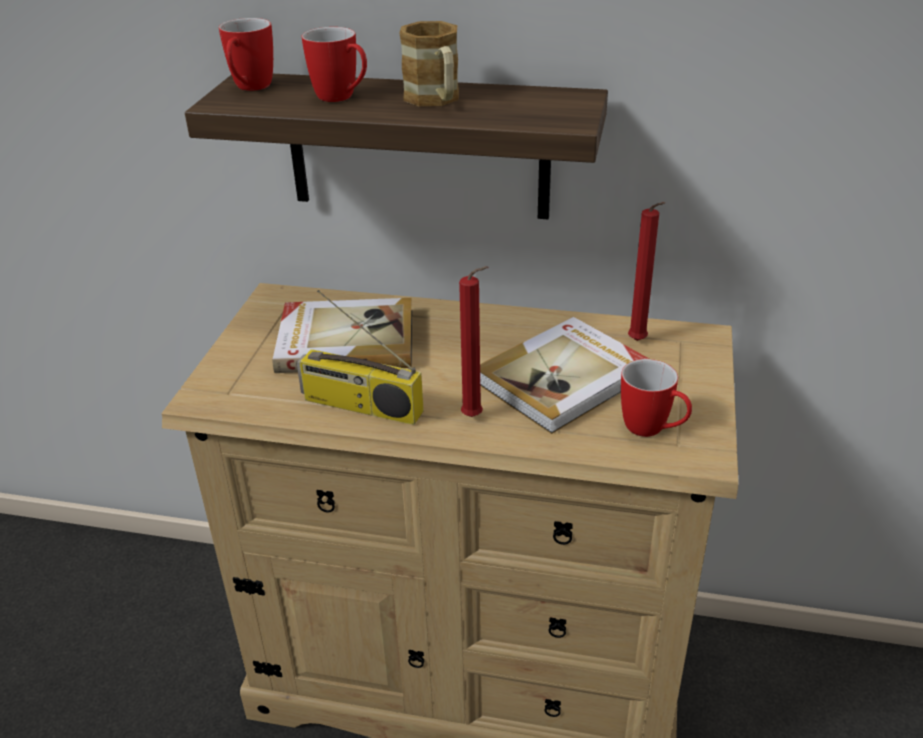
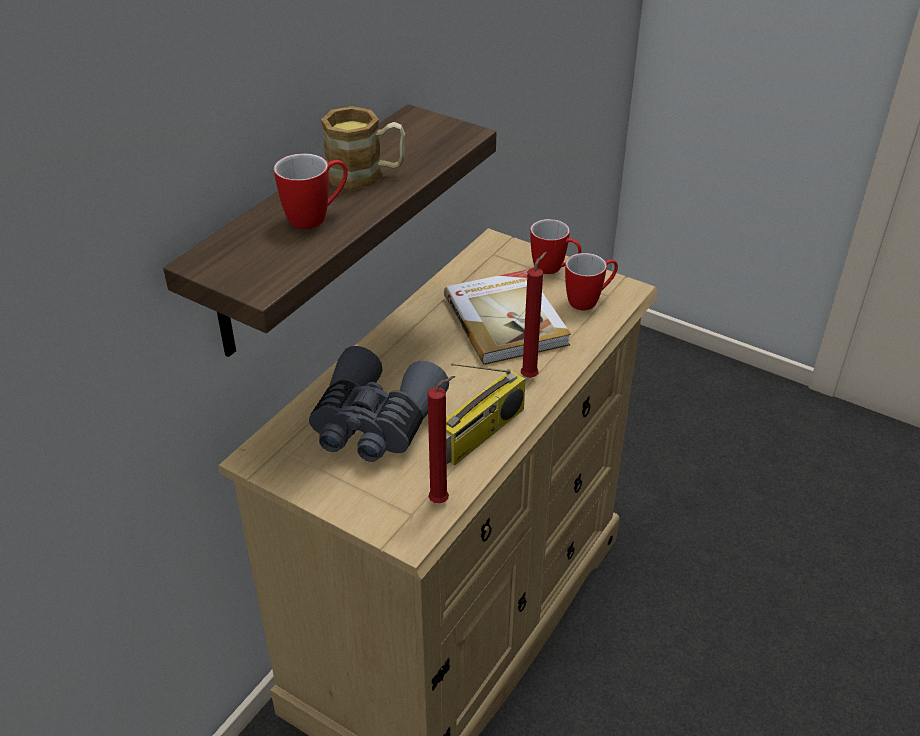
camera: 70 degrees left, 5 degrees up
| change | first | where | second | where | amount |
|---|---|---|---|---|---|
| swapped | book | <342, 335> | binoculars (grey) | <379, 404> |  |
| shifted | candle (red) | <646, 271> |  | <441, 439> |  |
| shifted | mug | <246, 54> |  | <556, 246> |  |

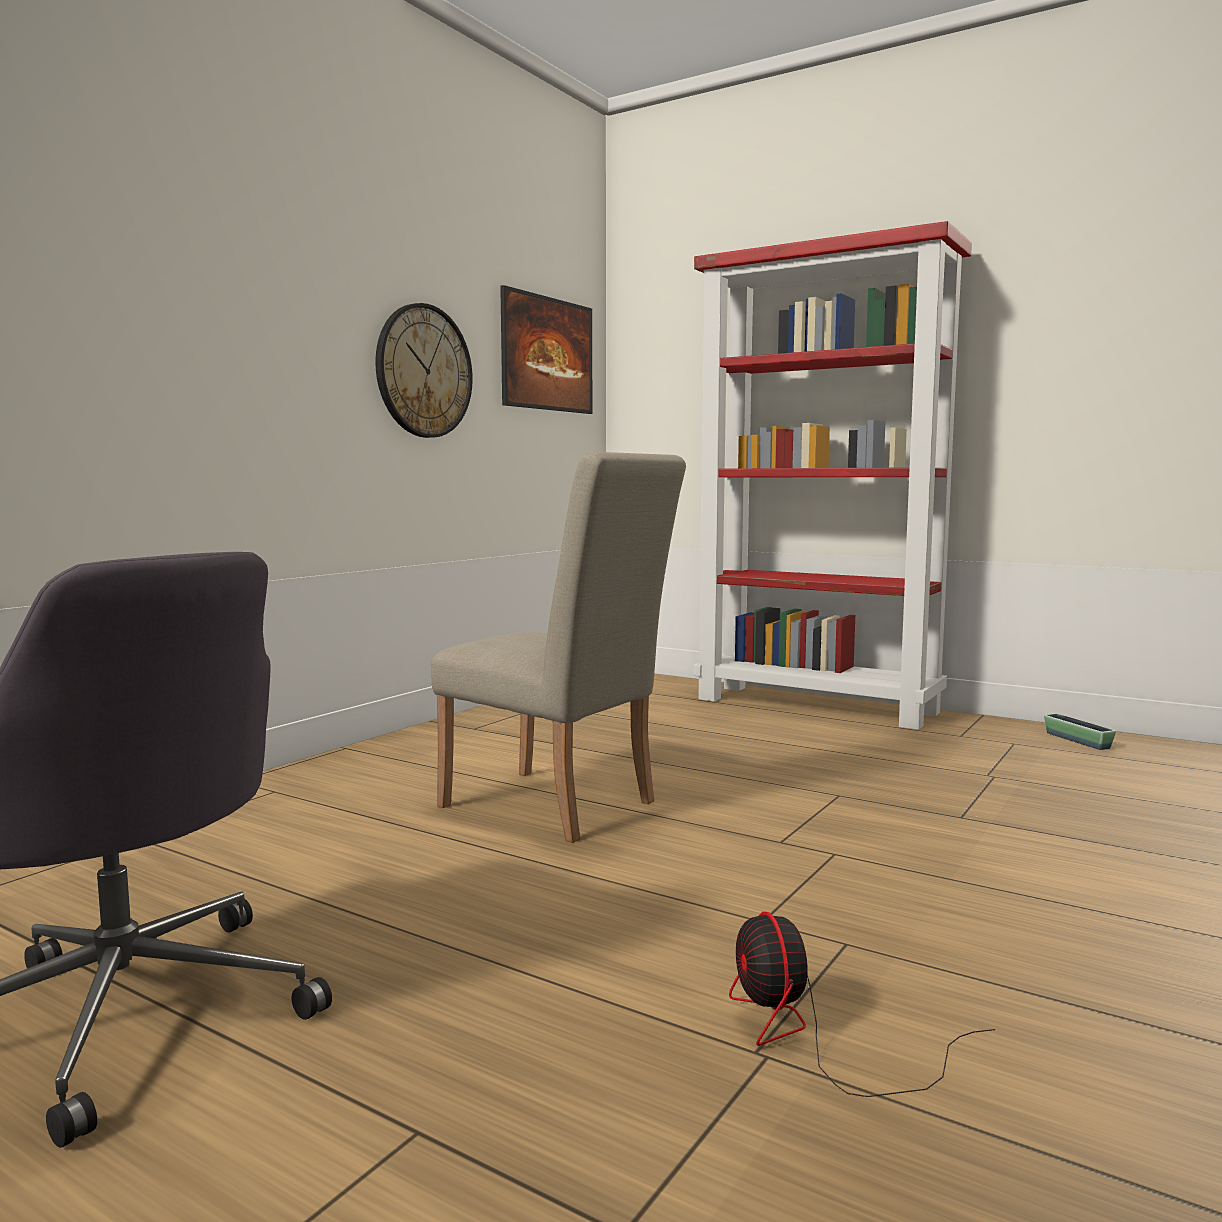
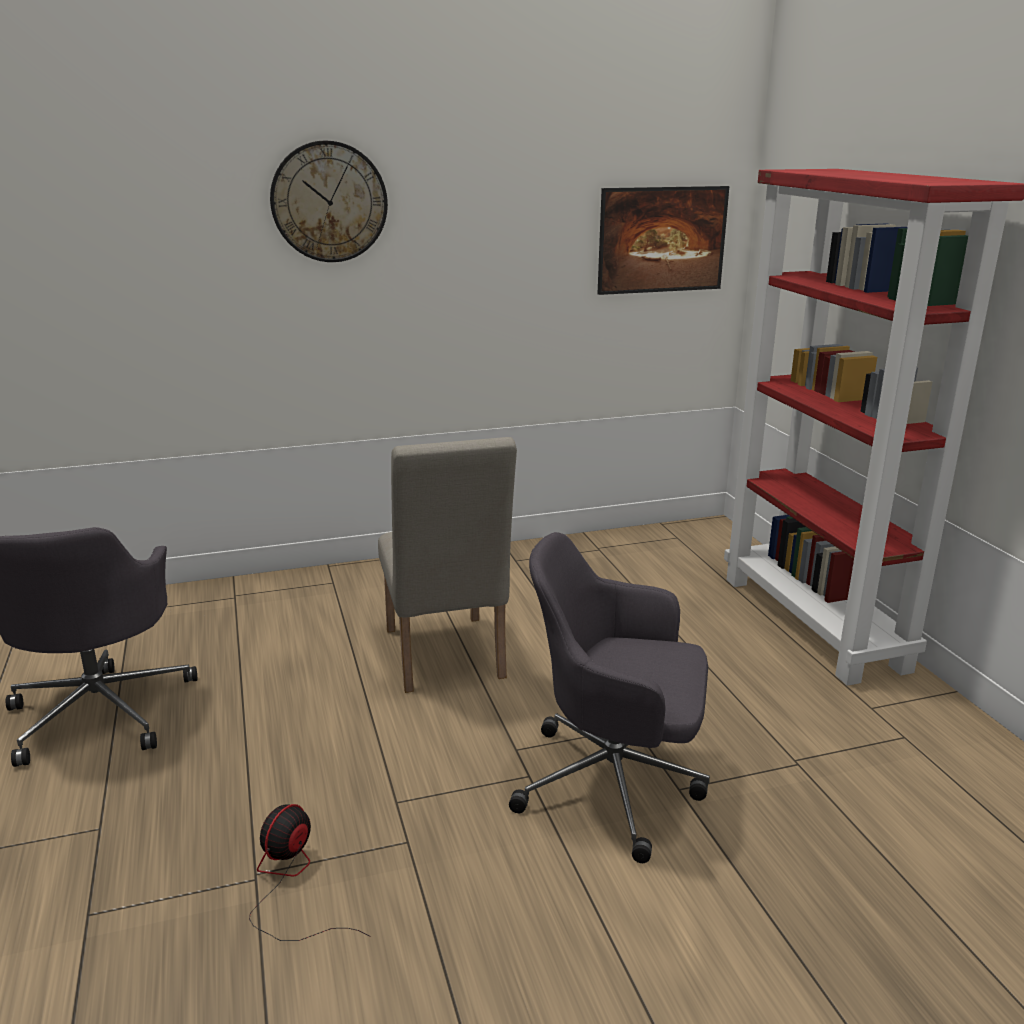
camera: 40 degrees right, 15 degrees up
| change | first | where | second | where | amount |
|---|---|---|---|---|---|
| shifted | wall clock | <424, 370> |  | <329, 201> |  |
| new |  |  | office chair (grey) | <609, 697> |  |
| gone | planter | <1080, 731> |  |  |  |

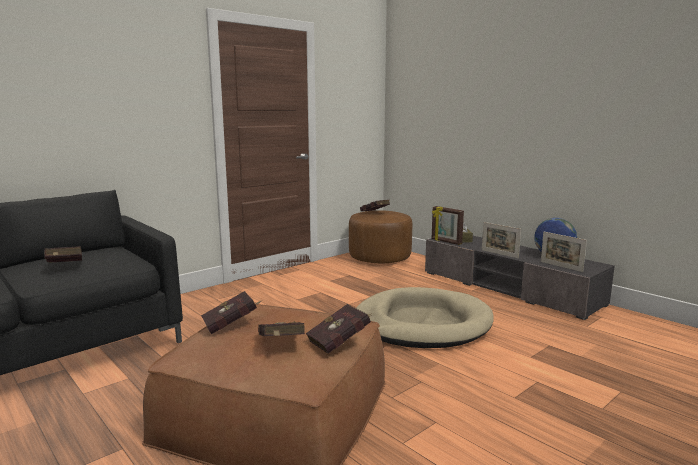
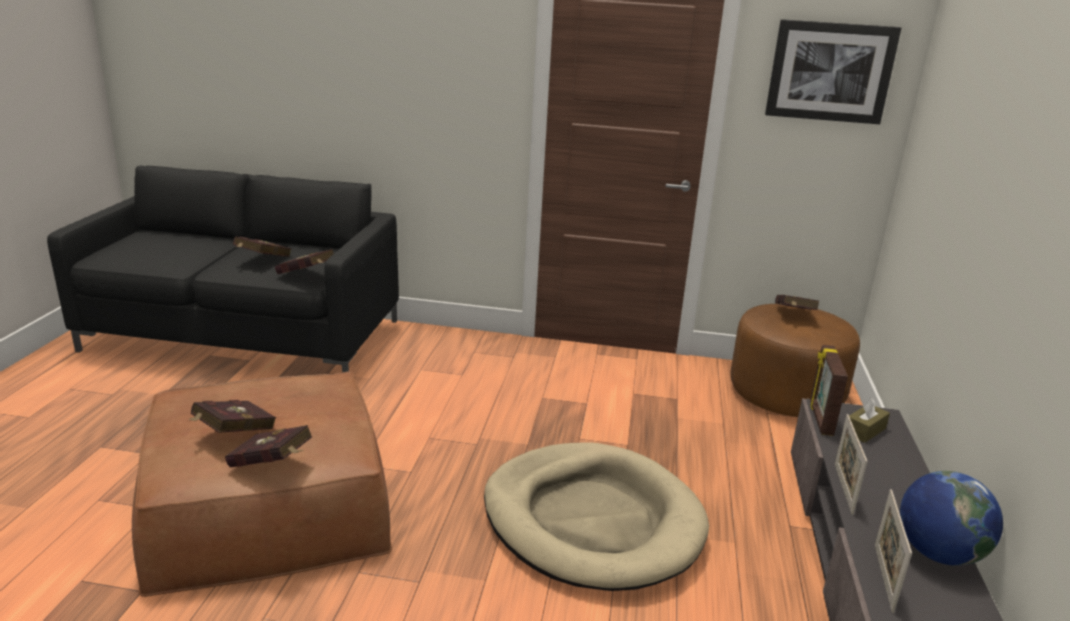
camera: 50 degrees right, 10 degrees up
| change | first | where | second | where | amount |
|---|---|---|---|---|---|
| shifted | book (red) | <231, 312> |  | <304, 261> |  |
| new |  |  | picture | <833, 71> |  |

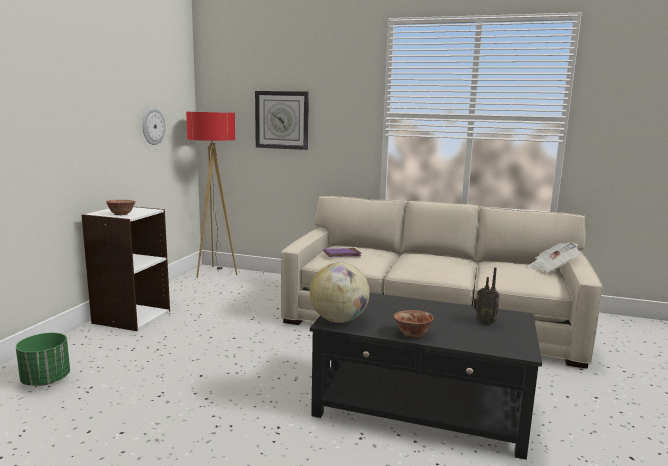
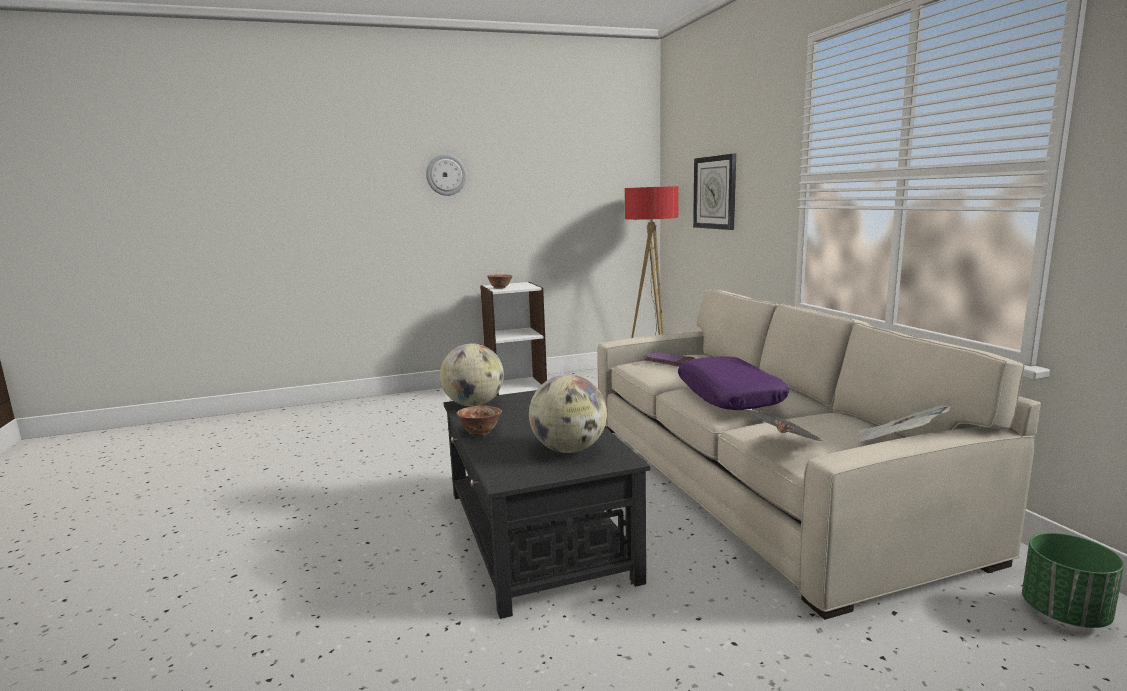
camera: 55 degrees right, 0 degrees up
| change | first | where | second | where | amount |
|---|---|---|---|---|---|
| shifted | wall clock | <154, 126> |  | <446, 175> |  |
| swapped | radio | <486, 295> | globe | <568, 414> |  |
| new |  |  | pillow (purple) | <733, 383> |  |
| new |  |  | newspaper | <783, 425> |  |
| shifted | planter (green) | <43, 359> |  | <1073, 580> |  |

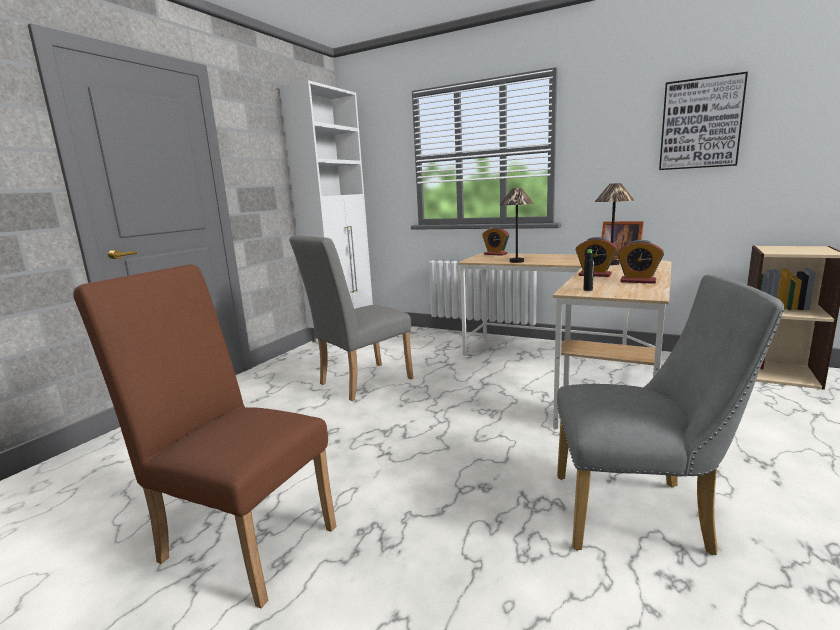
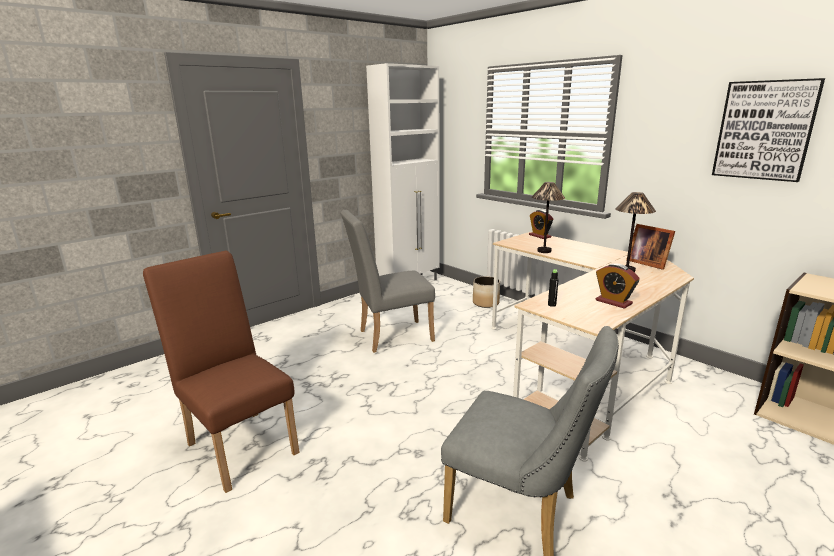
camera: 20 degrees right, 5 degrees up
| change | first | where | second | where | amount |
|---|---|---|---|---|---|
| new |  |  | planter | <486, 292> |  |
| gone | alarm clock | <596, 257> |  |  |  |

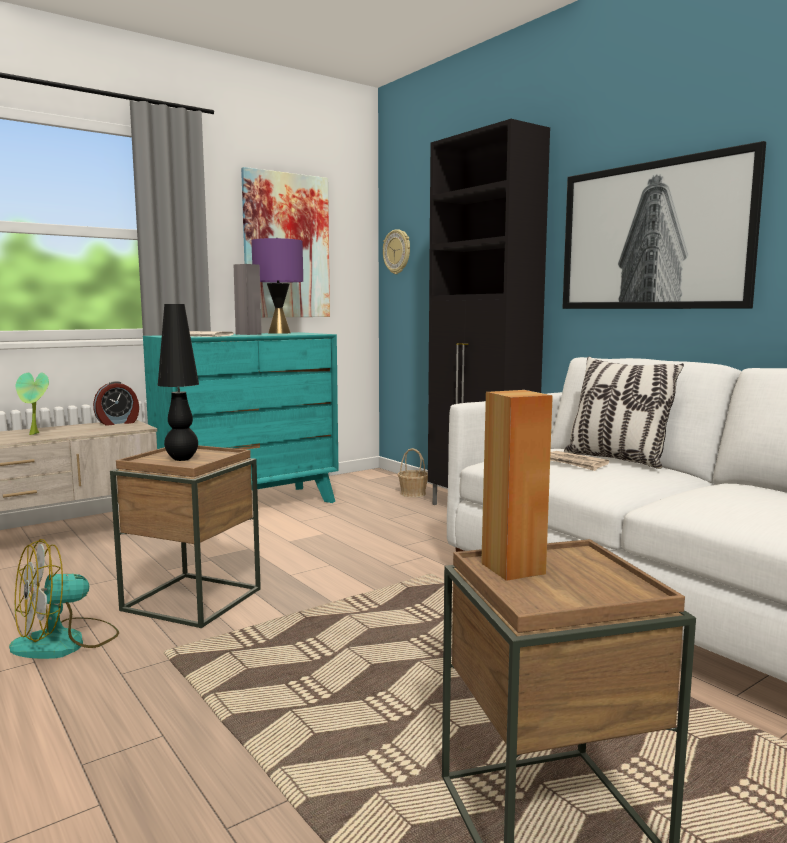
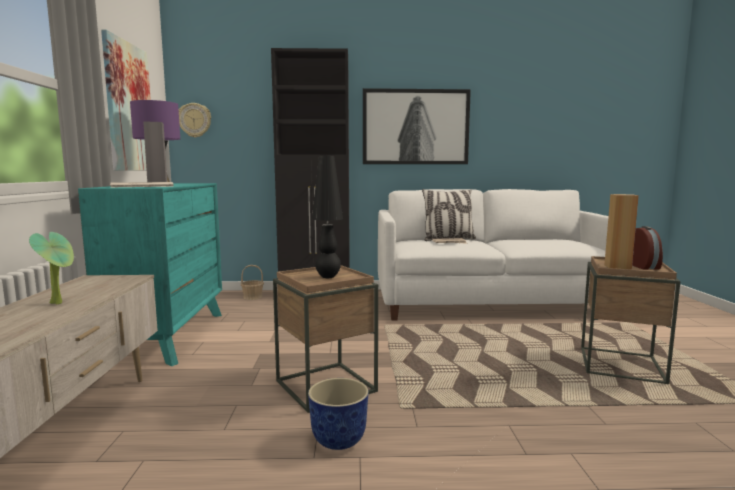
camera: 55 degrees left, 0 degrees up
| change | first | where | second | where | amount |
|---|---|---|---|---|---|
| swapped | fan | <64, 599> | planter | <338, 414> |  |
| shifted | alarm clock | <116, 403> |  | <647, 247> |  |

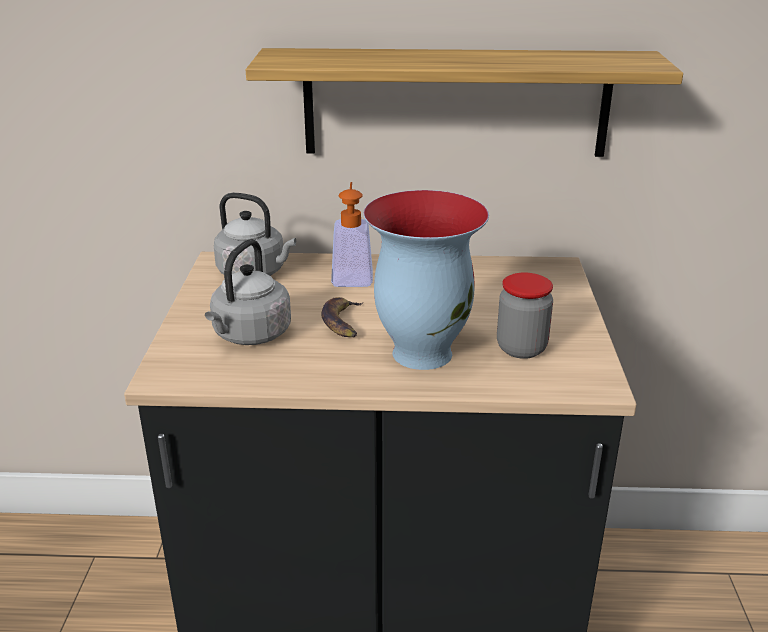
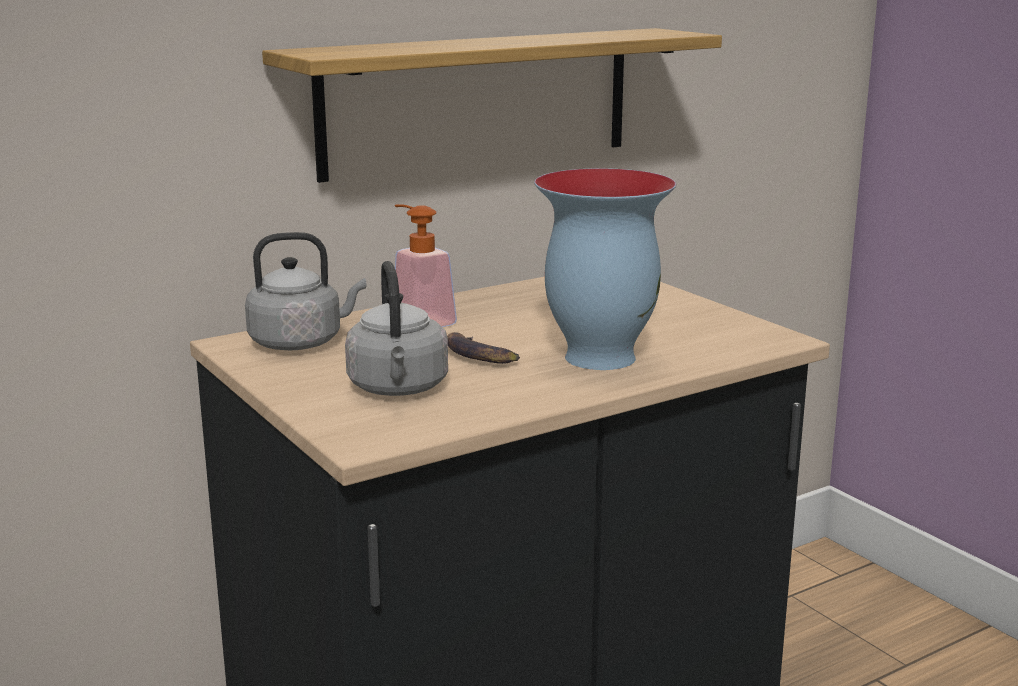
camera: 35 degrees left, 10 degrees down
| change | first | where | second | where | amount |
|---|---|---|---|---|---|
| gone | jar | <525, 316> |  |  |  |

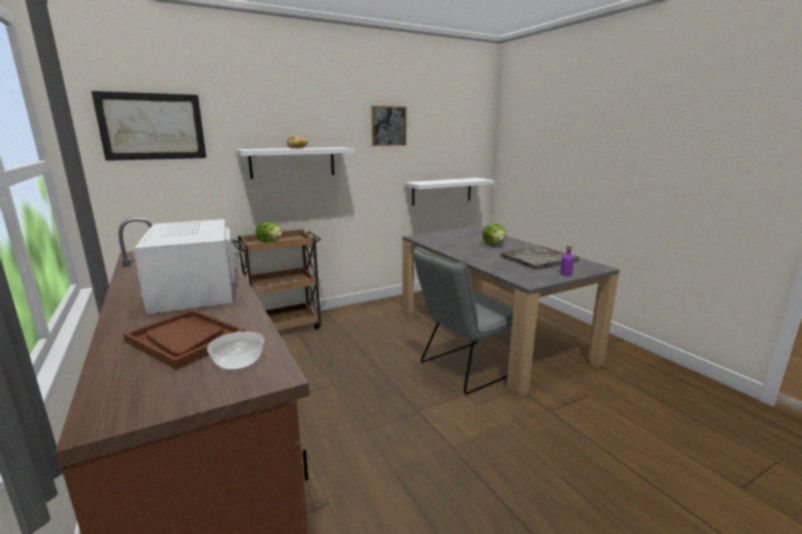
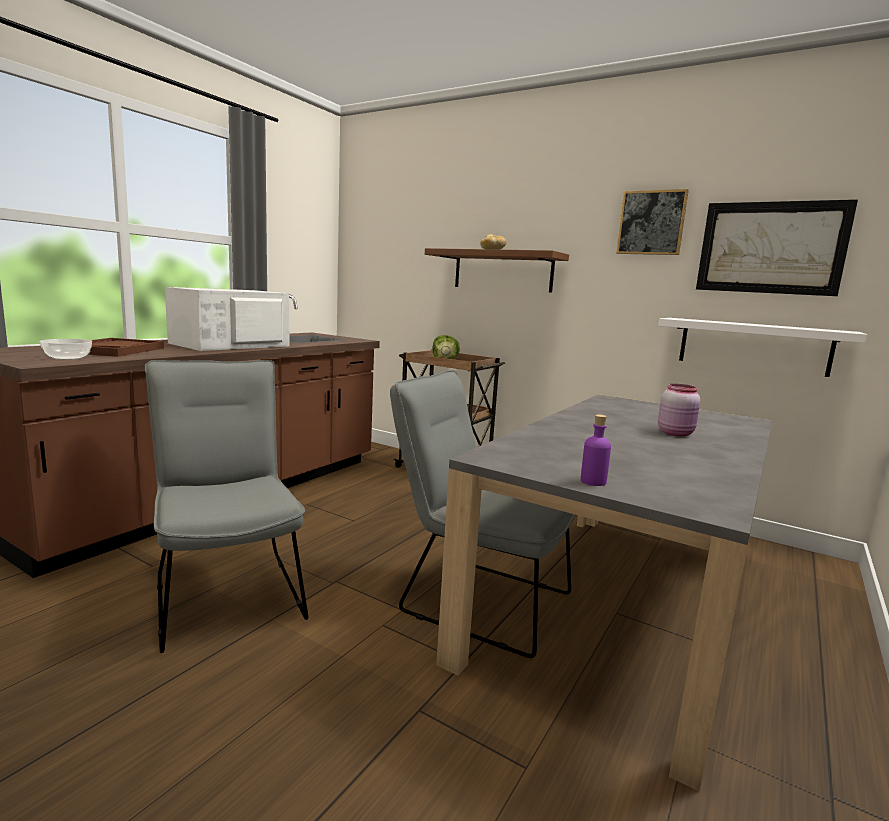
camera: 60 degrees right, 5 degrees down
| change | first | where | second | where | amount |
|---|---|---|---|---|---|
| new |  |  | chair (grey) | <226, 506> |  |
| repainted | shelf (white) | <295, 163> | shelf (brown) | <497, 270> |  |
| swapped | lettuce | <494, 234> | jar (pink) | <679, 410> |  |
| shifted | picture | <148, 126> |  | <777, 247> |  |
| gone | tray (grey) | <540, 258> |  |  |  |

